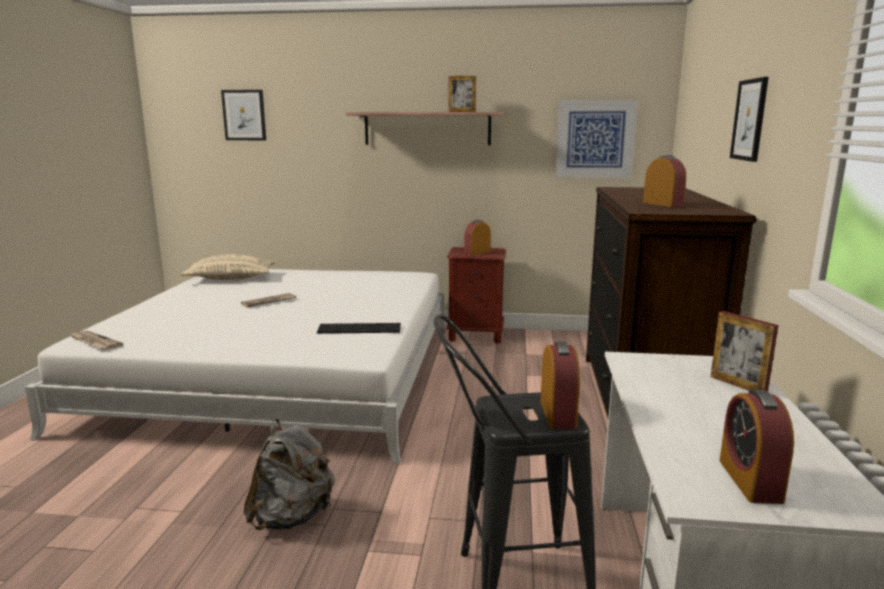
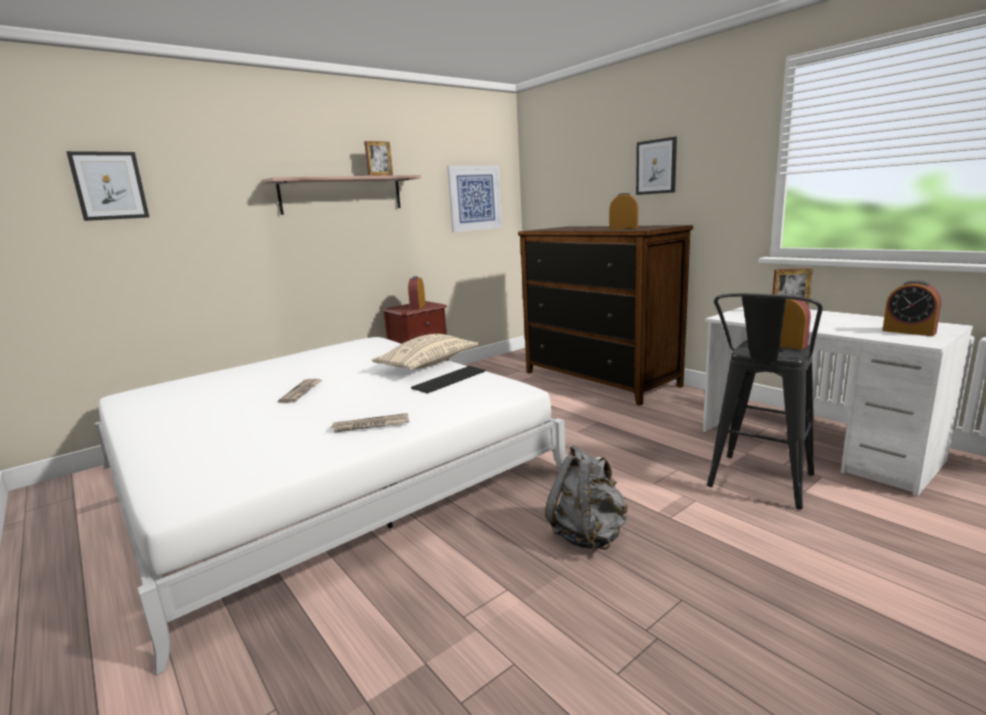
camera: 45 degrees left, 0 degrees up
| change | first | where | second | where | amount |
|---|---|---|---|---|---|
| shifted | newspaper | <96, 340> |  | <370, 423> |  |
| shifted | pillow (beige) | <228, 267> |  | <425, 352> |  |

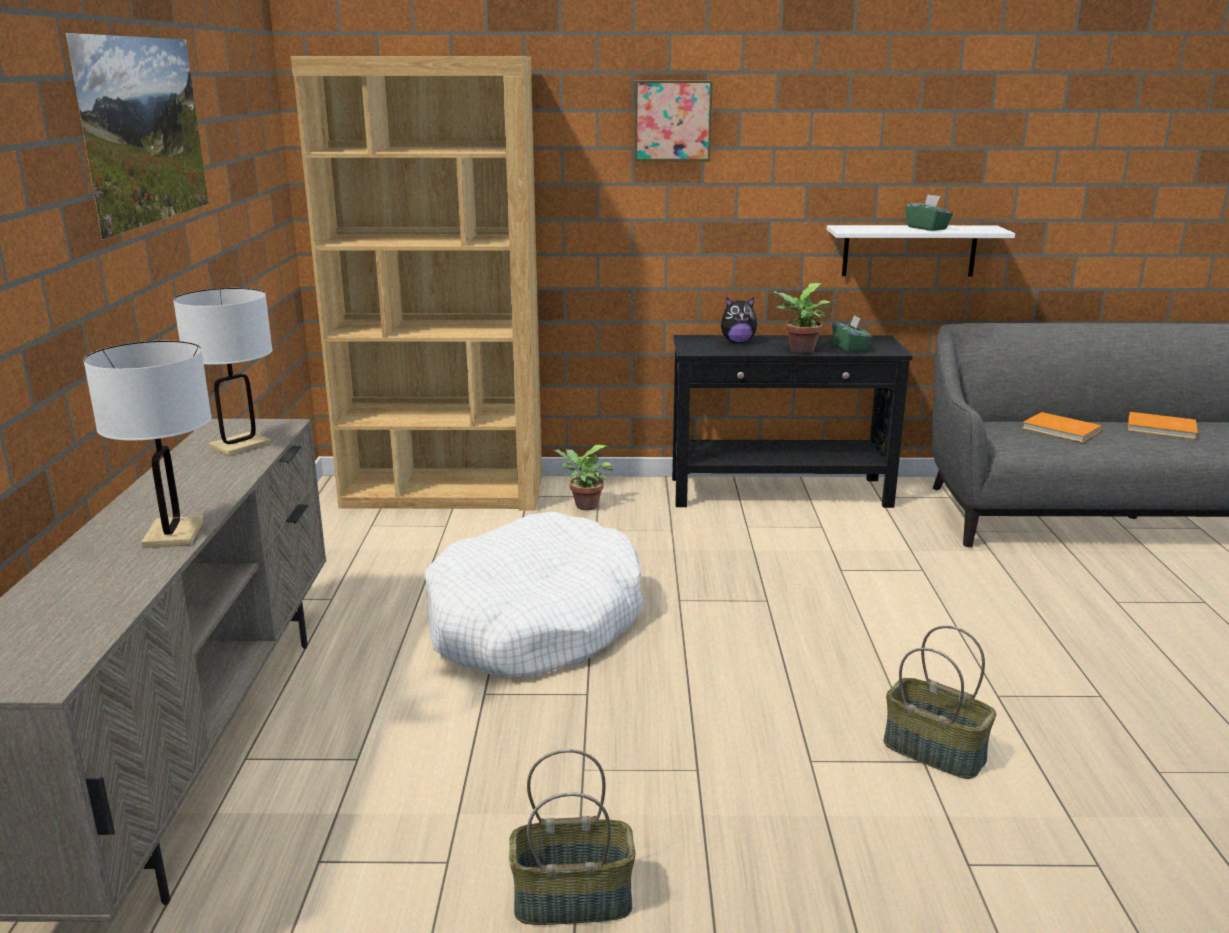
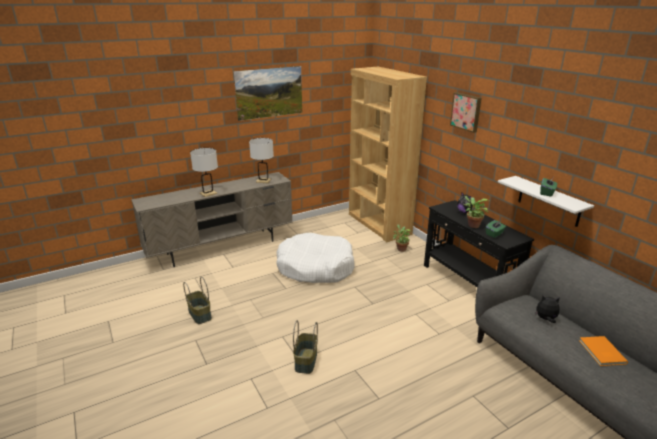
camera: 60 degrees right, 5 degrees up
| change | first | where | second | where | amount |
|---|---|---|---|---|---|
| swapped | book (orange) | <1062, 427> | plush toy | <547, 309> |  |

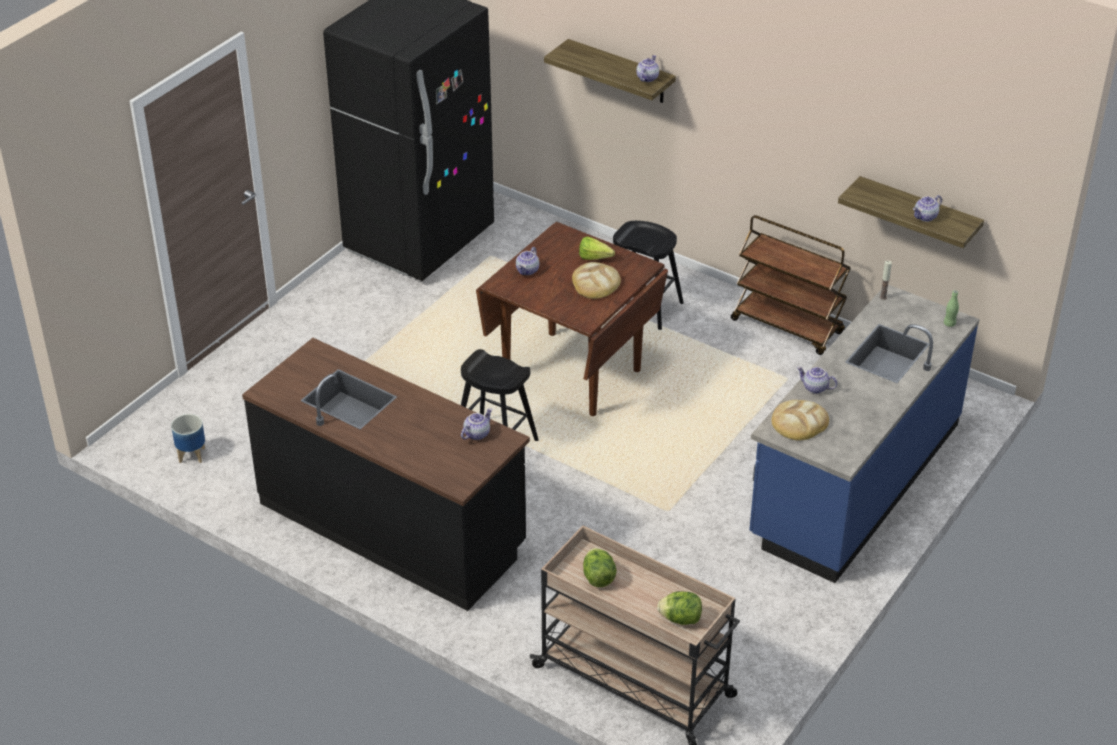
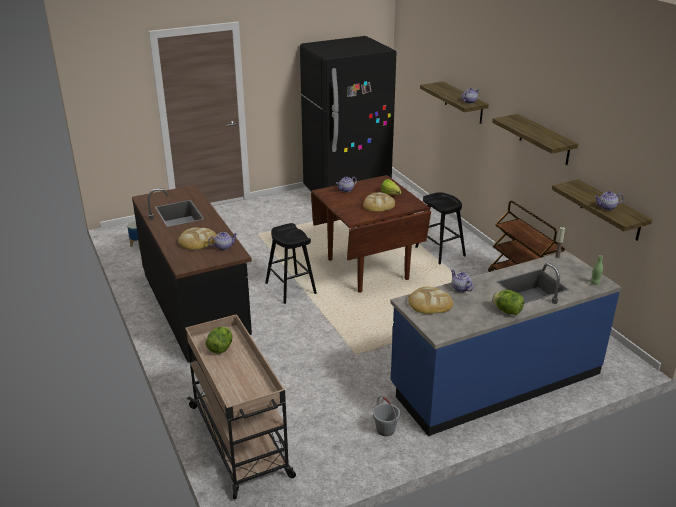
camera: 30 degrees right, 10 degrees down
| change | first | where | second | where | amount |
|---|---|---|---|---|---|
| new |  |  | bread | <197, 238> |  |
| new |  |  | bucket (grey) | <386, 416> |  |
| new |  |  | shelf | <535, 139> |  |
| shifted | lettuce | <679, 608> |  | <508, 302> |  |

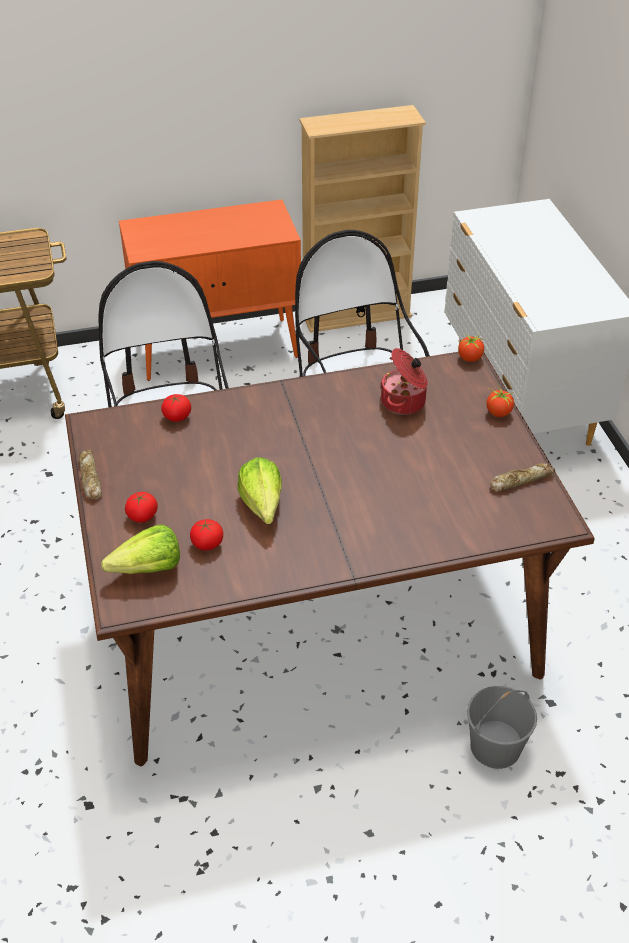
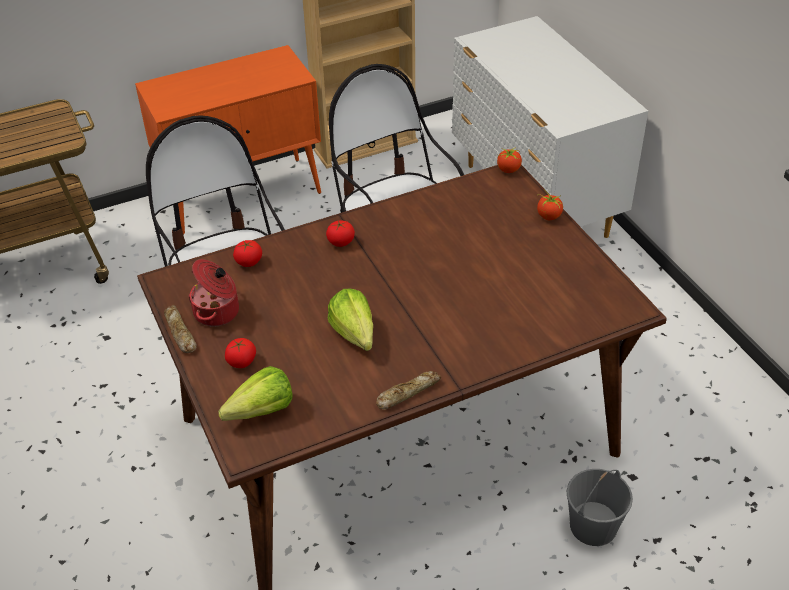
camera: 10 degrees left, 0 degrees up
| change | first | where | second | where | amount |
|---|---|---|---|---|---|
| shifted | cooking pot | <403, 381> |  | <213, 293> |  |
| shifted | tomato | <206, 535> |  | <340, 233> |  |
| shifted | bread | <522, 477> |  | <408, 390> |  |

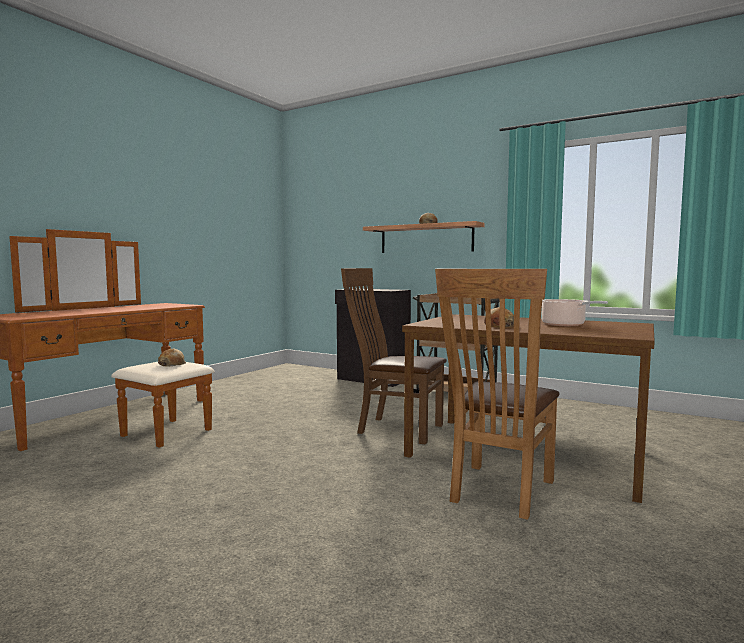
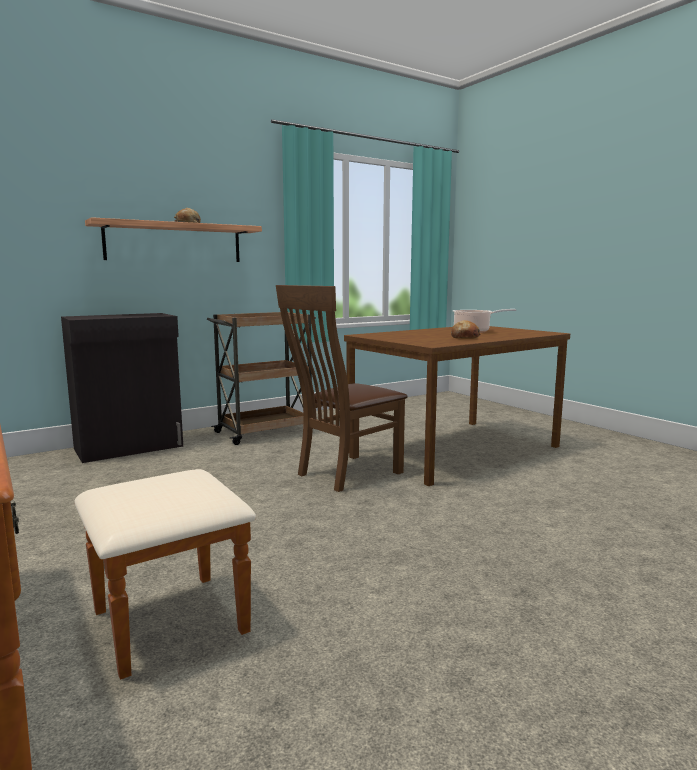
camera: 65 degrees left, 5 degrees up
| change | first | where | second | where | amount |
|---|---|---|---|---|---|
| gone | bread | <172, 357> |  |  |  |
| gone | chair (brown) | <497, 394> |  |  |  |

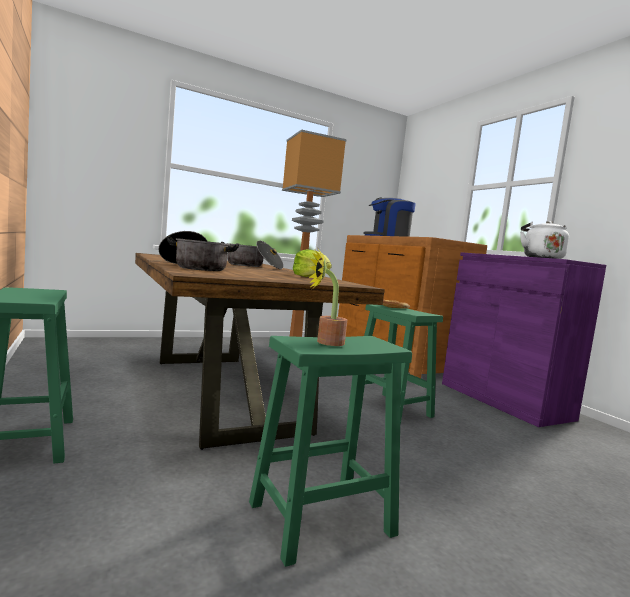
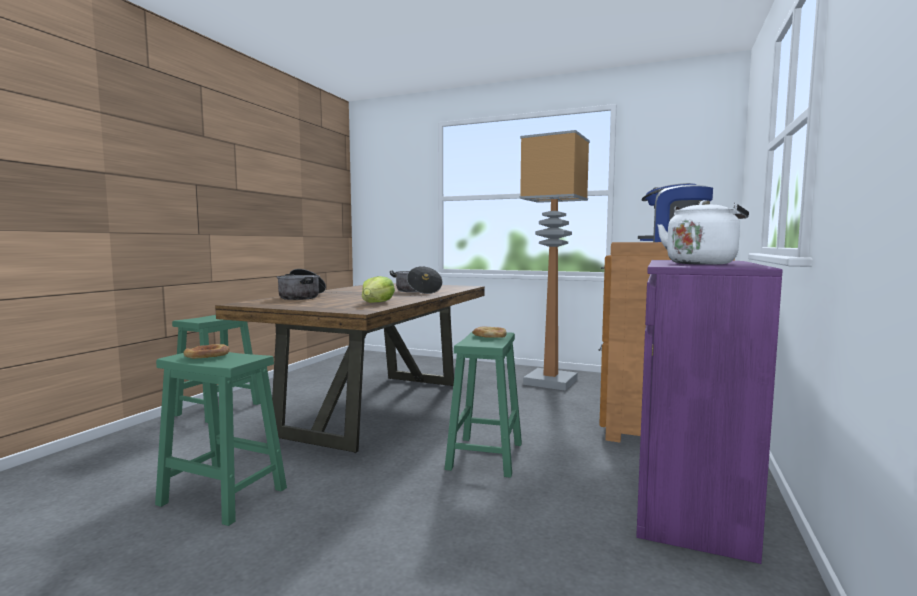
camera: 50 degrees right, 0 degrees up
| change | first | where | second | where | amount |
|---|---|---|---|---|---|
| swapped | potted plant | <328, 297> | bread | <207, 351> |  |

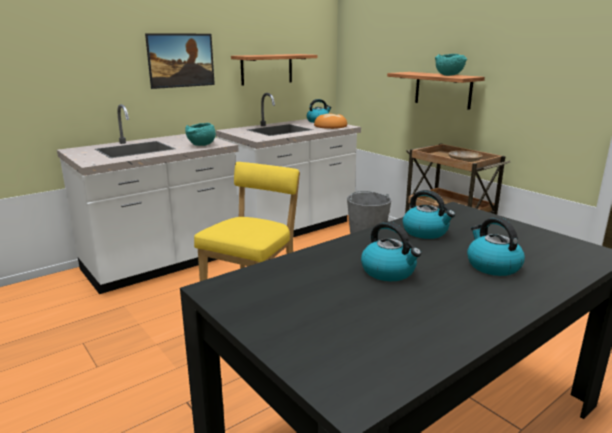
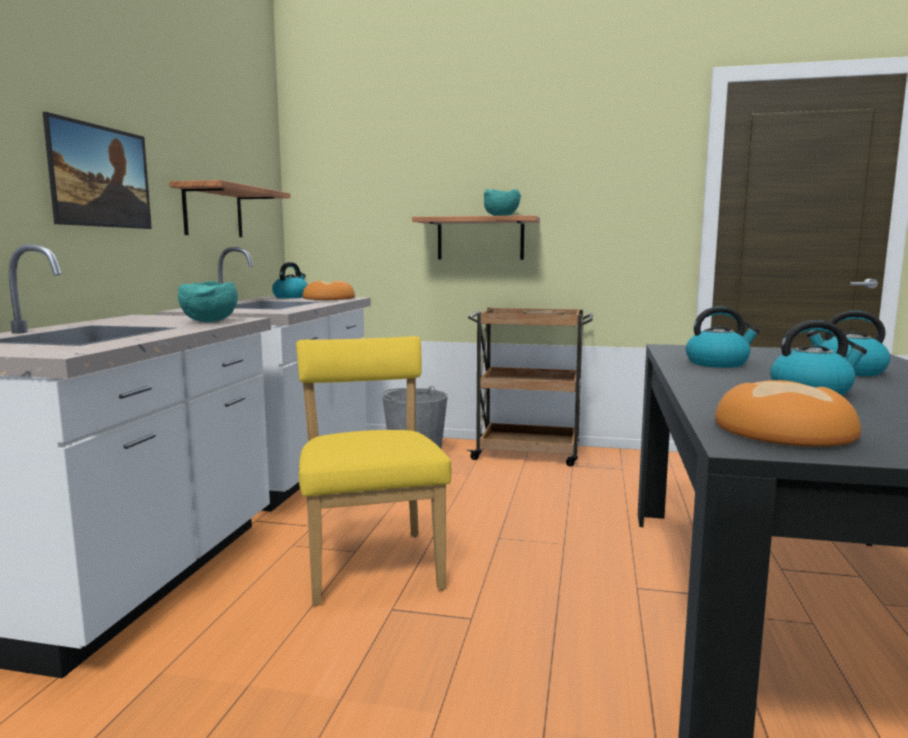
camera: 40 degrees left, 10 degrees down
| change | first | where | second | where | amount |
|---|---|---|---|---|---|
| new |  |  | bread | <788, 413> |  |

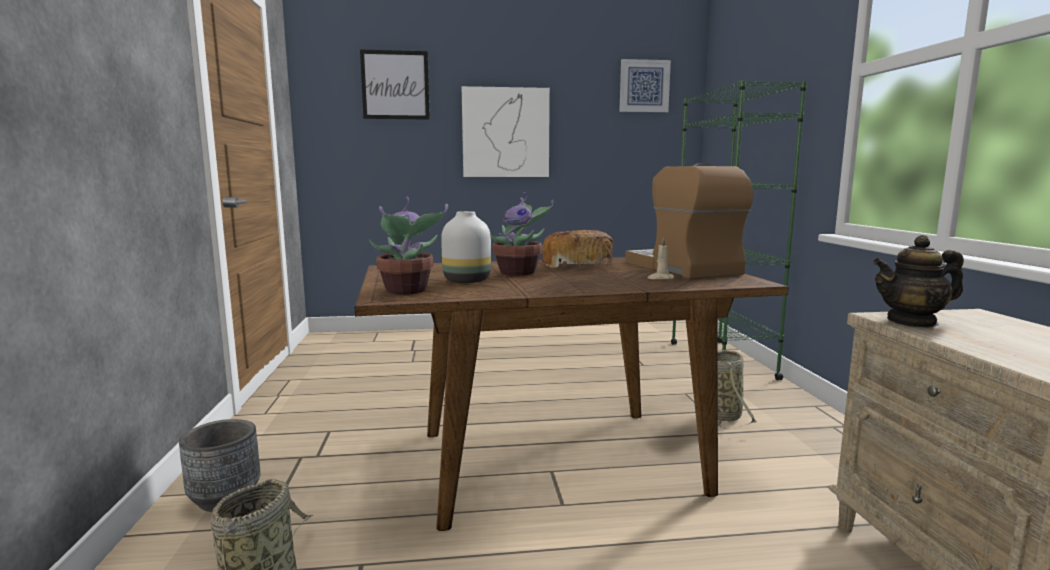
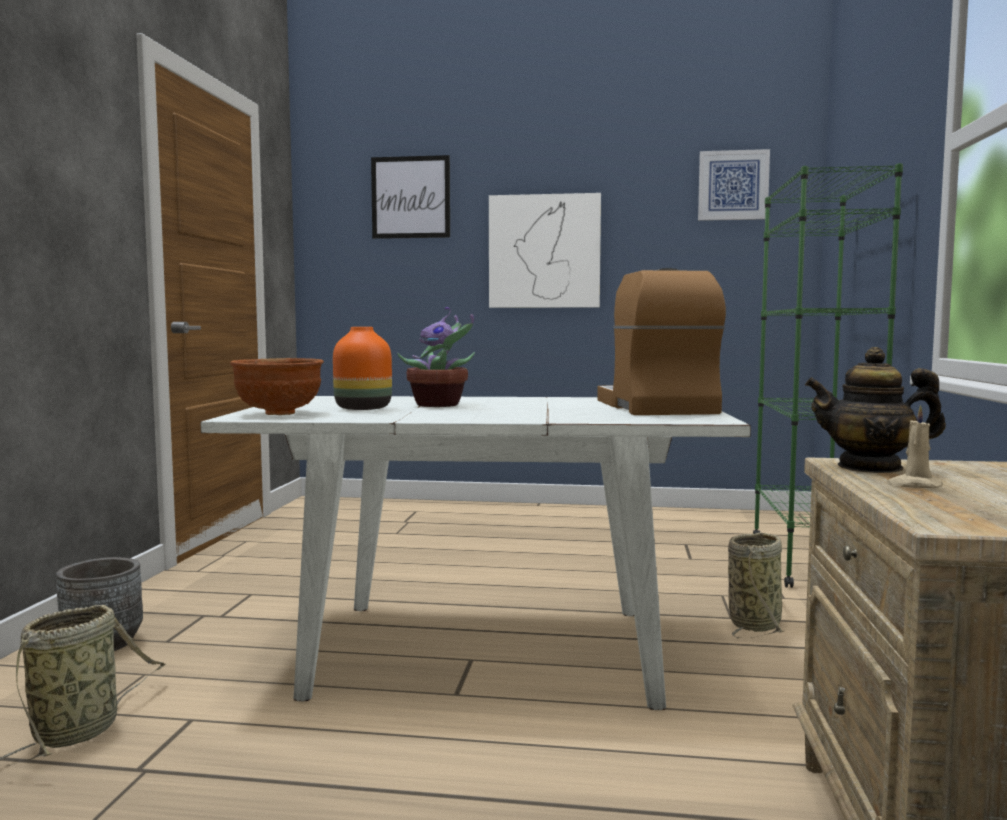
camera: 15 degrees right, 5 degrees down
| change | first | where | second | where | amount |
|---|---|---|---|---|---|
| repainted | dining table (brown) | <572, 394> | dining table (white) | <475, 553> |  |
| swapped | potted plant | <408, 246> | bowl (brown) | <277, 386> |  |
| repainted | vase (white) | <466, 247> | vase (orange) | <362, 368> |  |
| shifted | candle (beige) | <661, 258> |  | <914, 446> |  |
| gone | bread | <577, 249> |  |  |  |

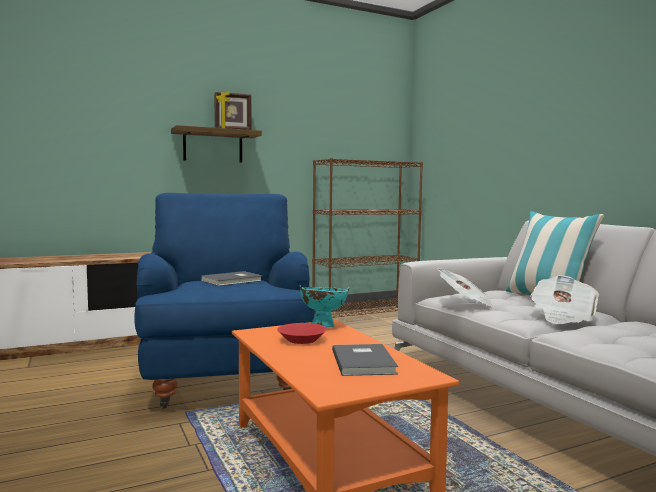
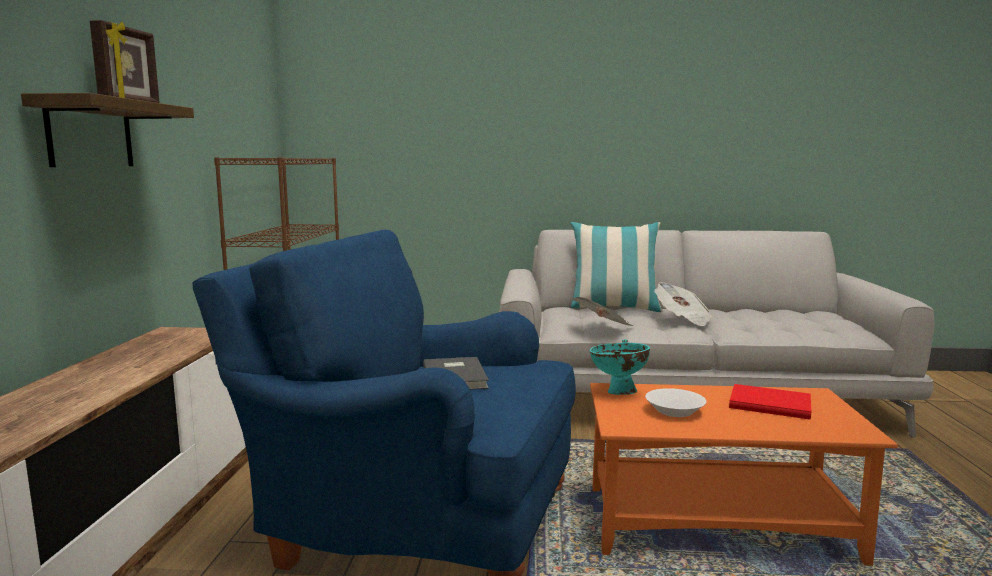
camera: 60 degrees left, 5 degrees up
| change | first | where | second | where | amount |
|---|---|---|---|---|---|
| repainted | bowl (red) | <302, 333> | bowl (white) | <675, 402> |  |
| repainted | book (grey) | <365, 360> | book (red) | <770, 402> |  |

